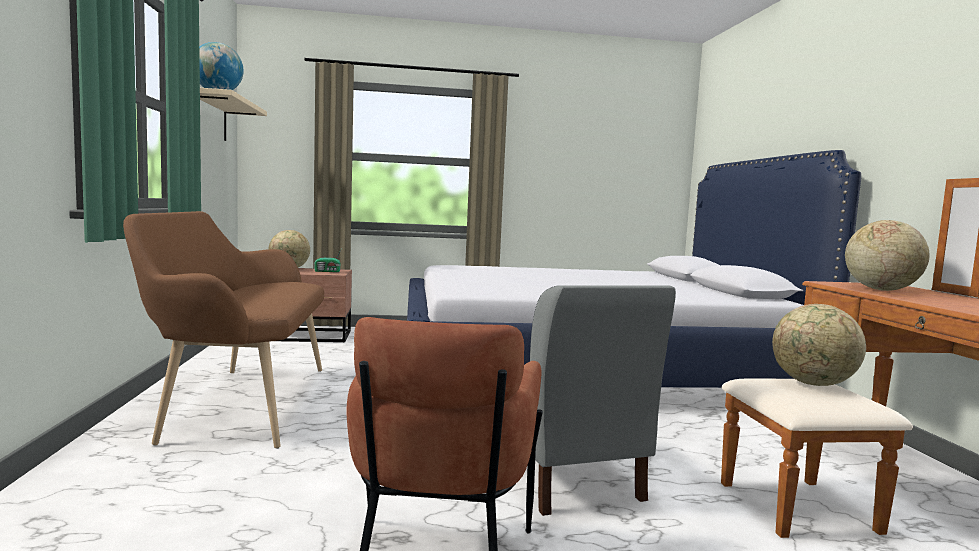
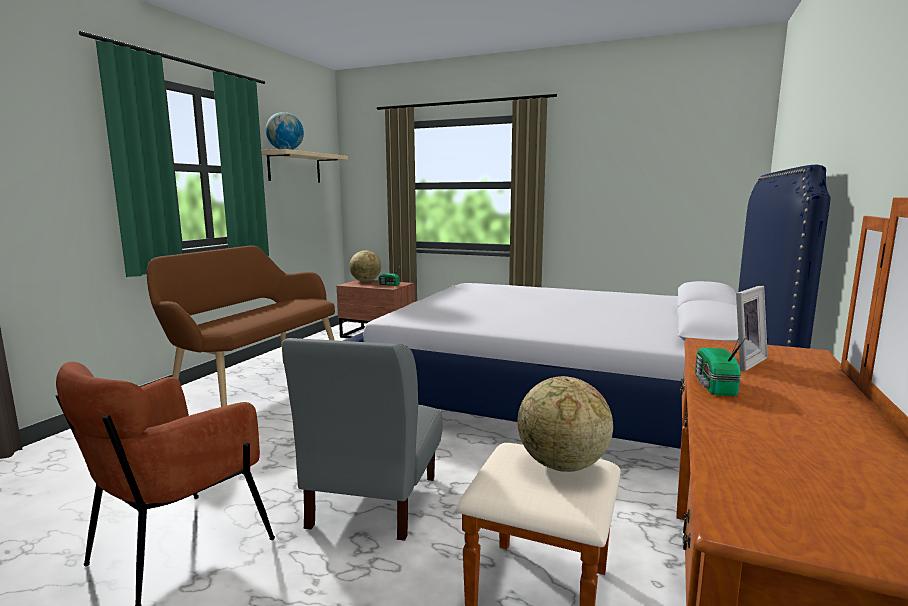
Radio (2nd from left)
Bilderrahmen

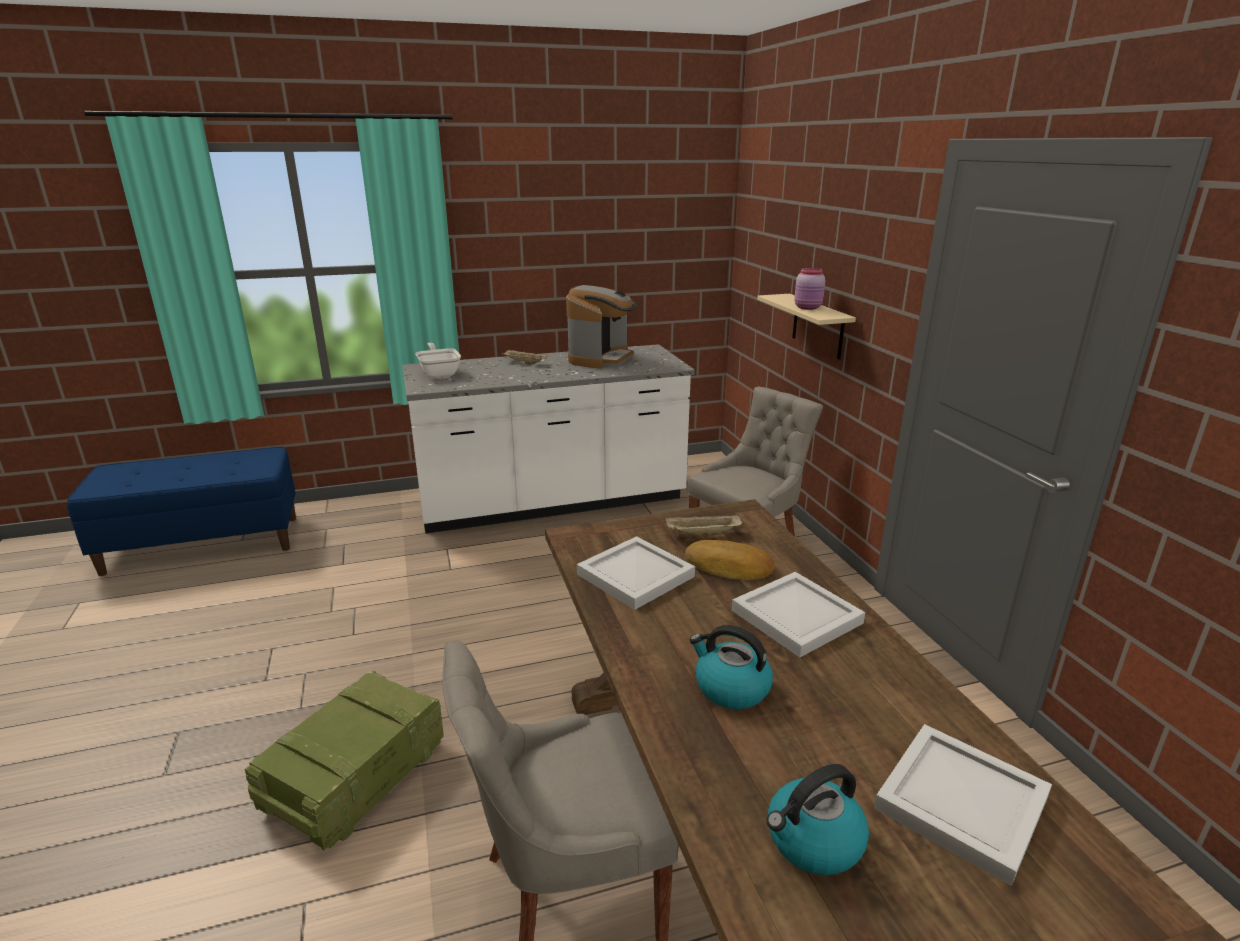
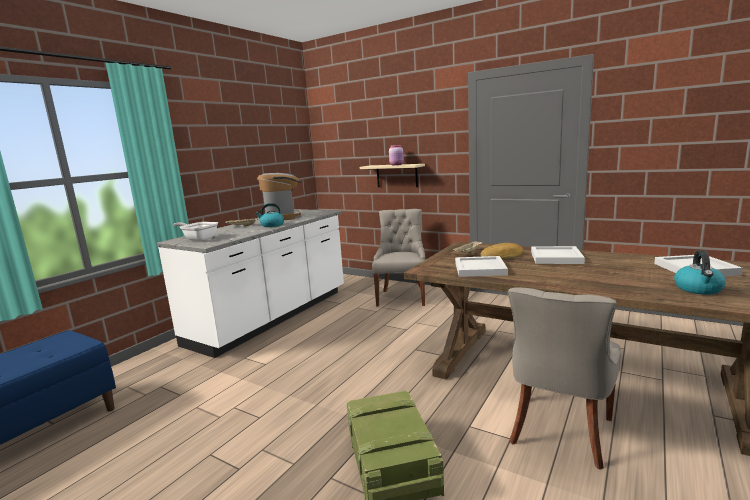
Wasserkessel (1st from left)

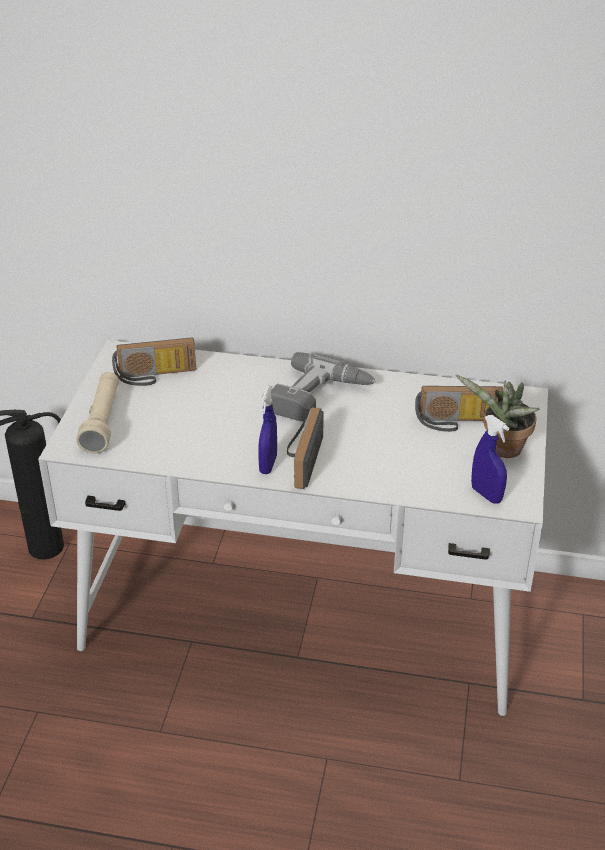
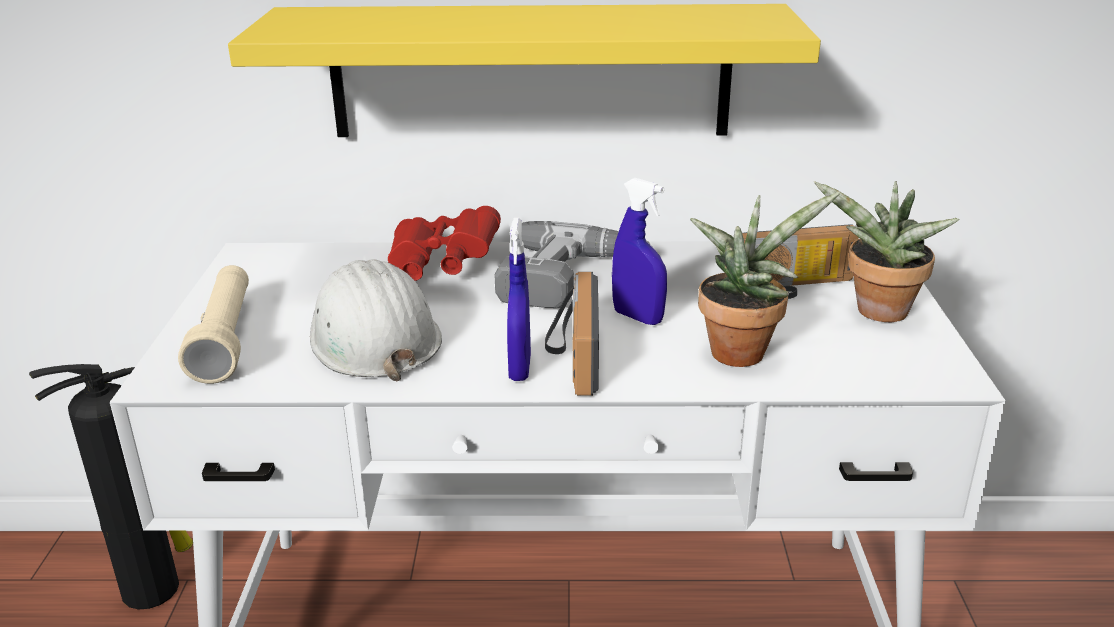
Wandregal/gelb
Schutzhelm/weiß
Fernglas/rot
Sprühflasche/blau (2nd from left)
Topfpflanze (1st from left)
Radio (1st from left in the first image)

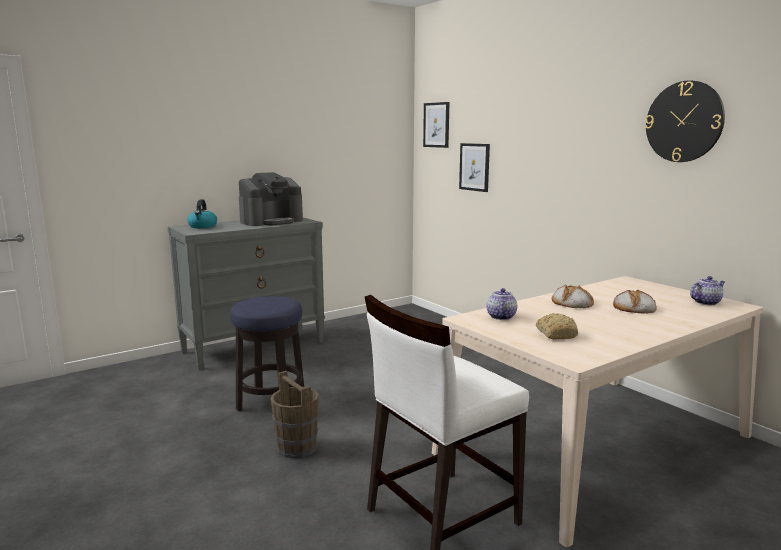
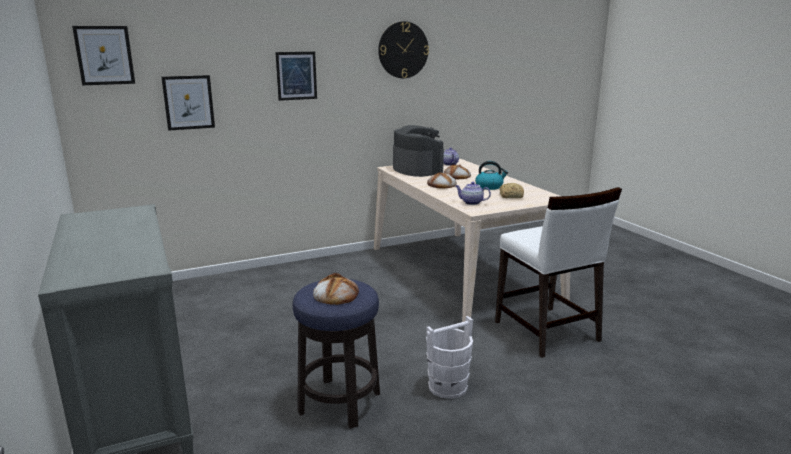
Bild (3rd from left)
Brot (1st from left)
Kaffeemaschine
Eimer/weiß
Wasserkessel

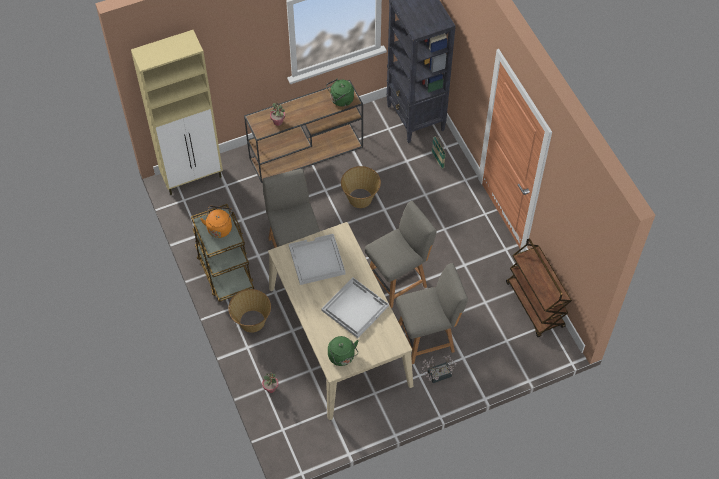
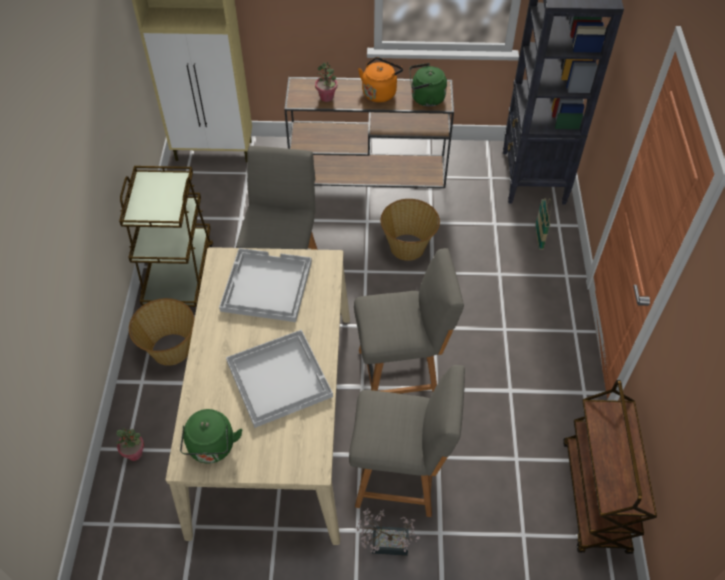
Wasserkessel/orange

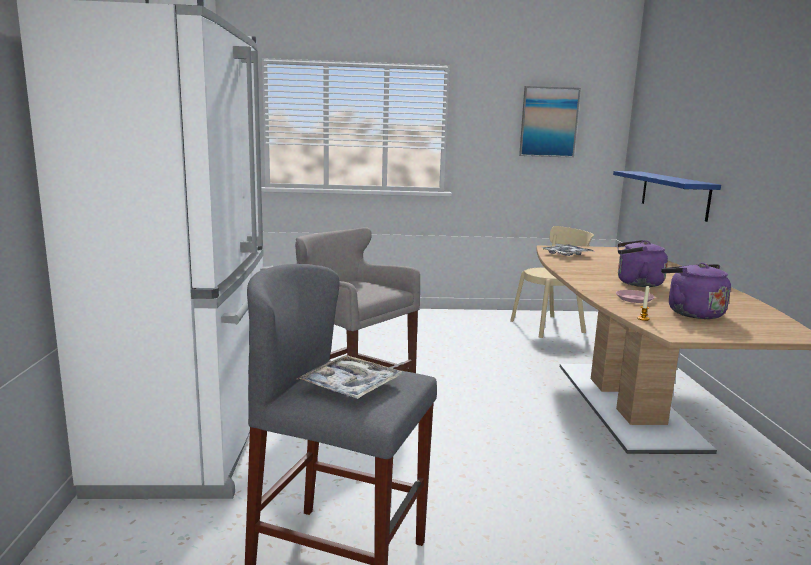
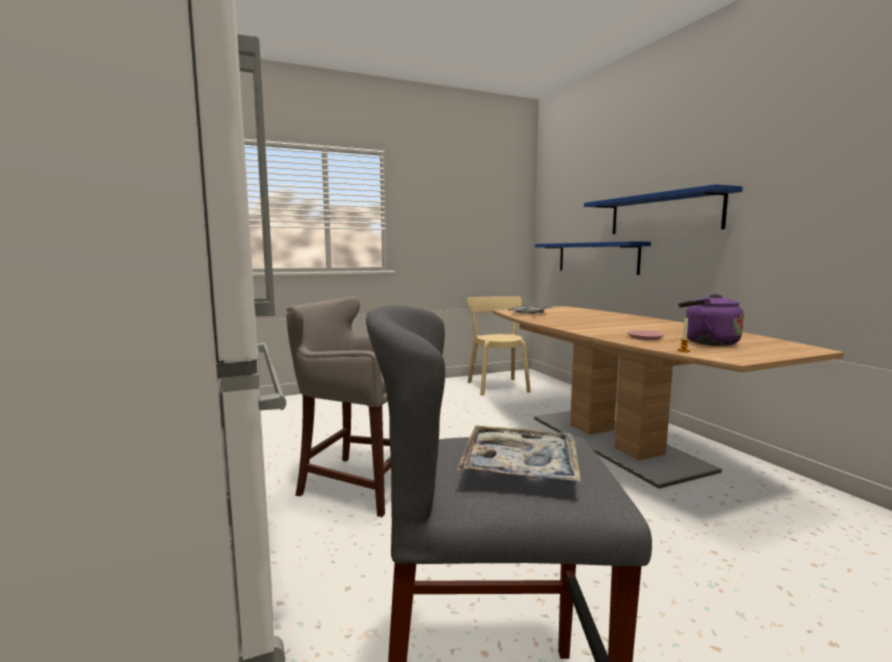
Stuhl/beige
Wandregal/blau (2nd from left)
Bild
Wasserkessel/lila (1st from left in the first image)

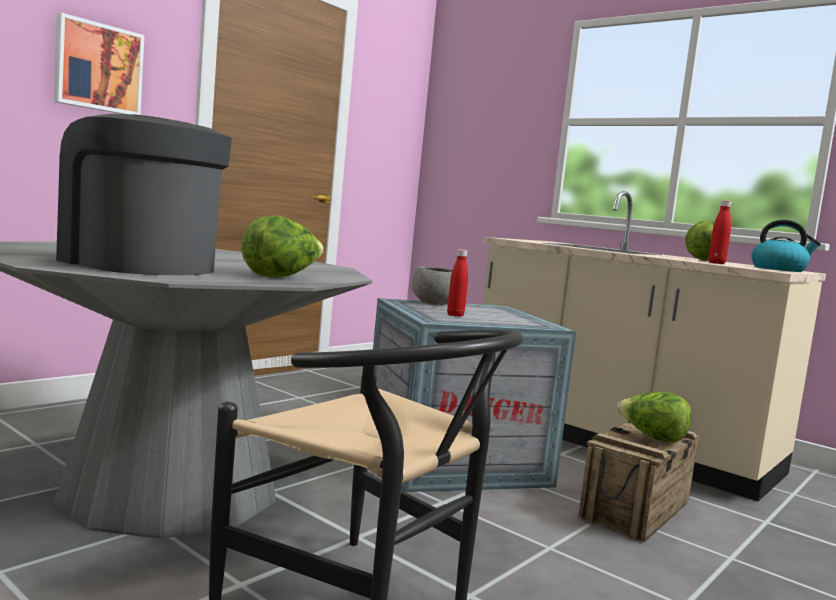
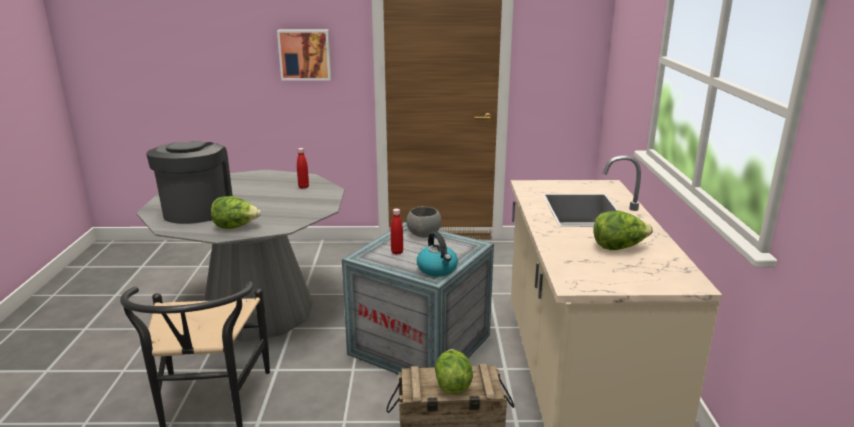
Flasche/rot (1st from left)
Wasserkessel

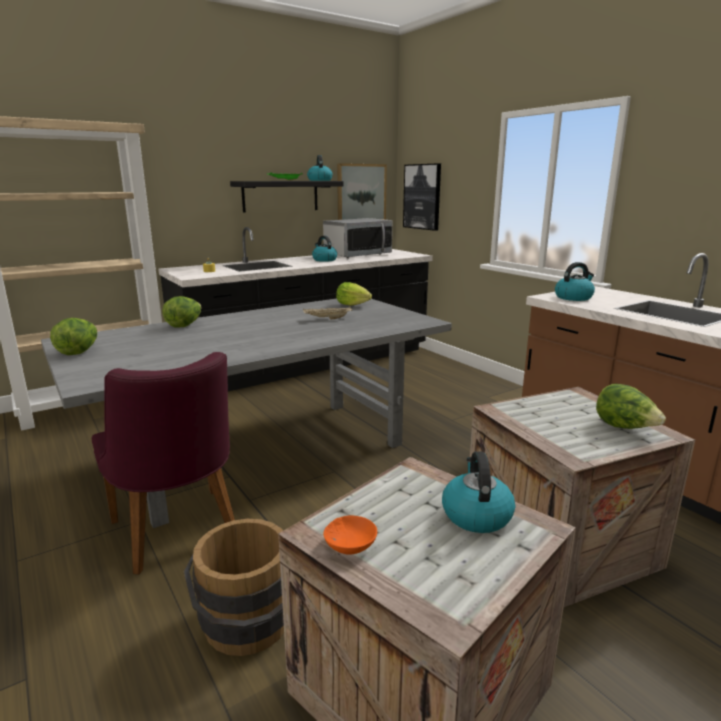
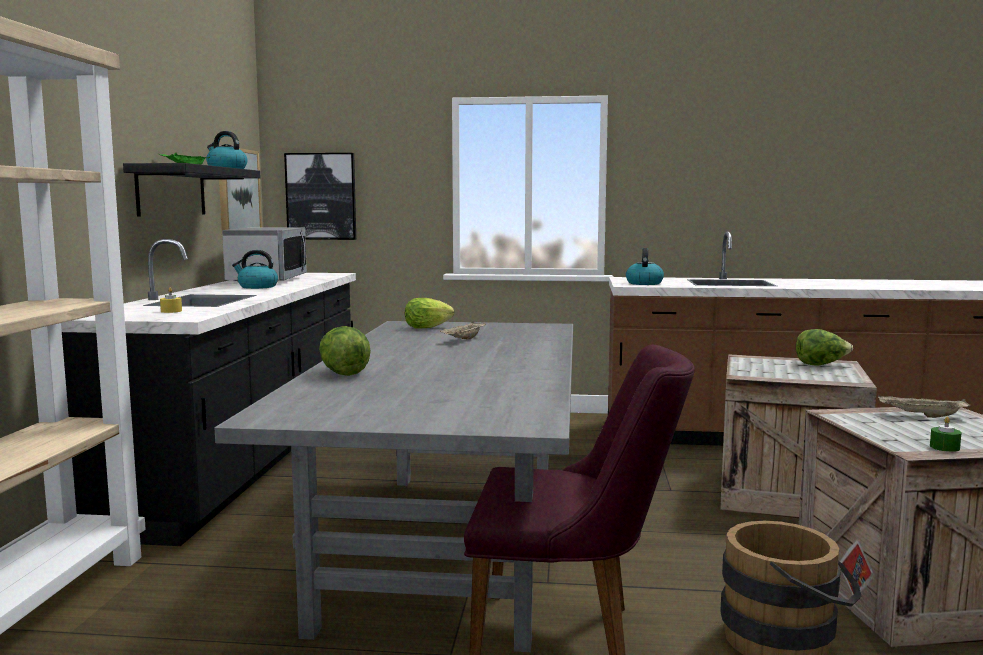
Tablett/beige (2nd from left)
Kerze/grün
Salatkopf (1st from left in the first image)

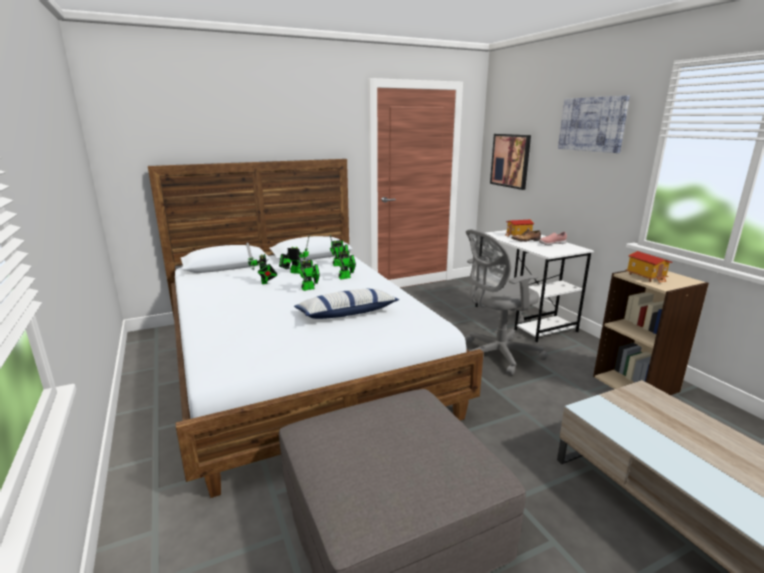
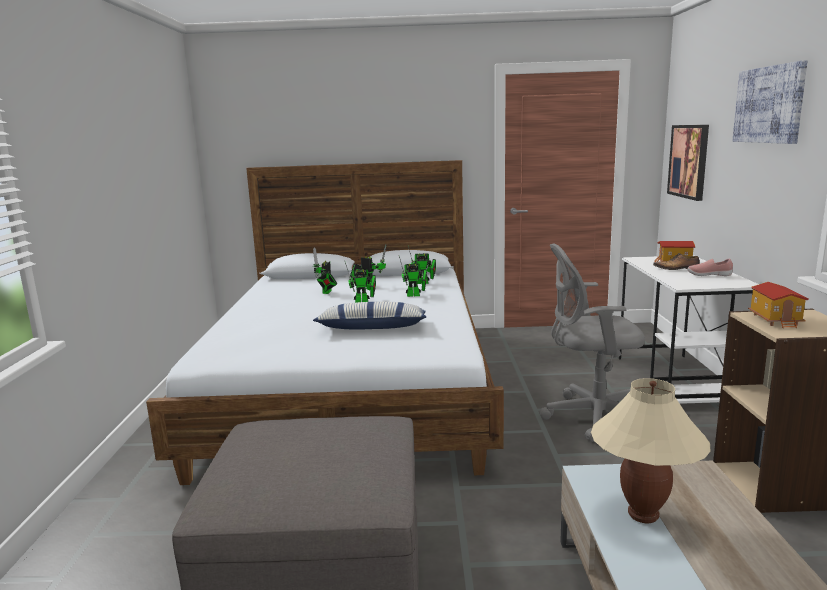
Tischlampe/beige

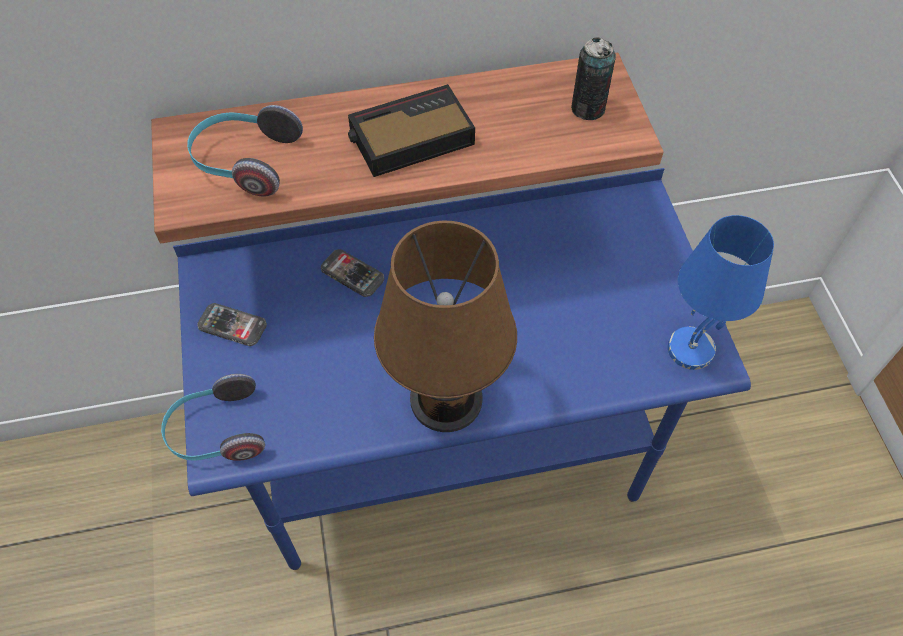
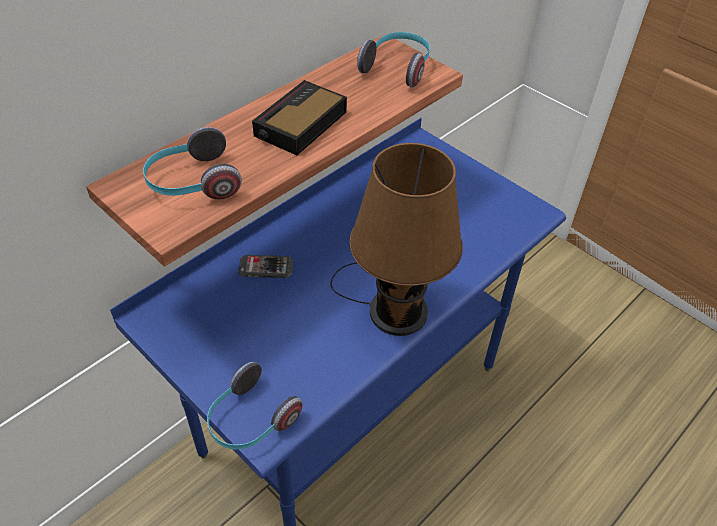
Kopfhörer (3rd from left)
Handy (1st from left in the first image)
Tischlampe/blau

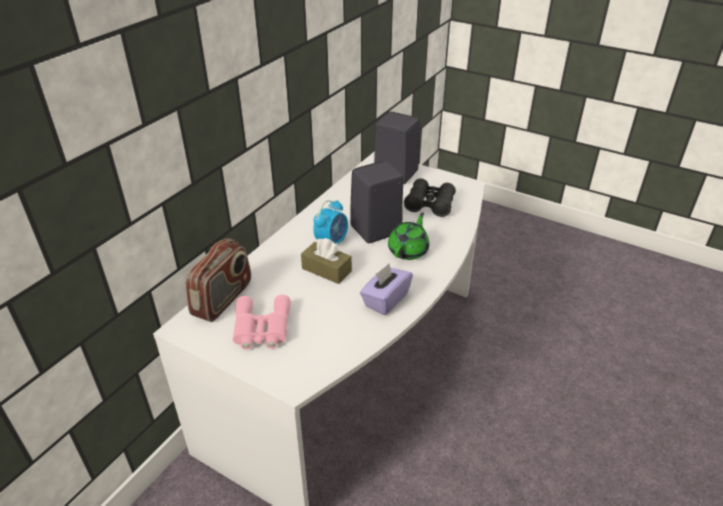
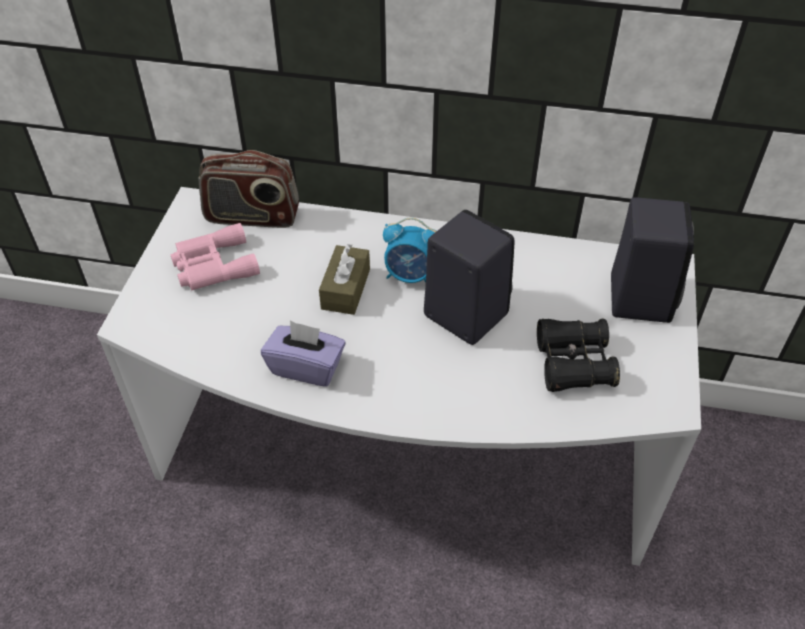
Teekanne/grün

